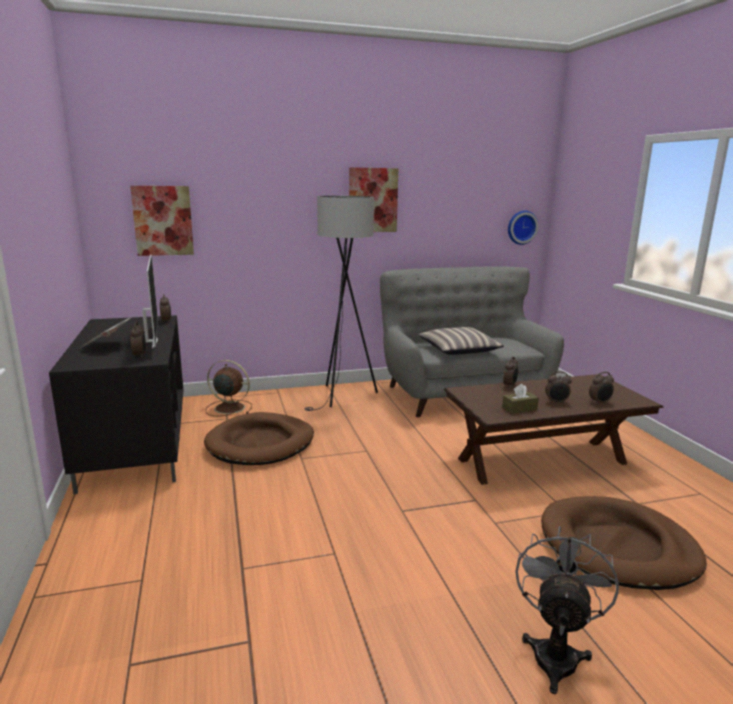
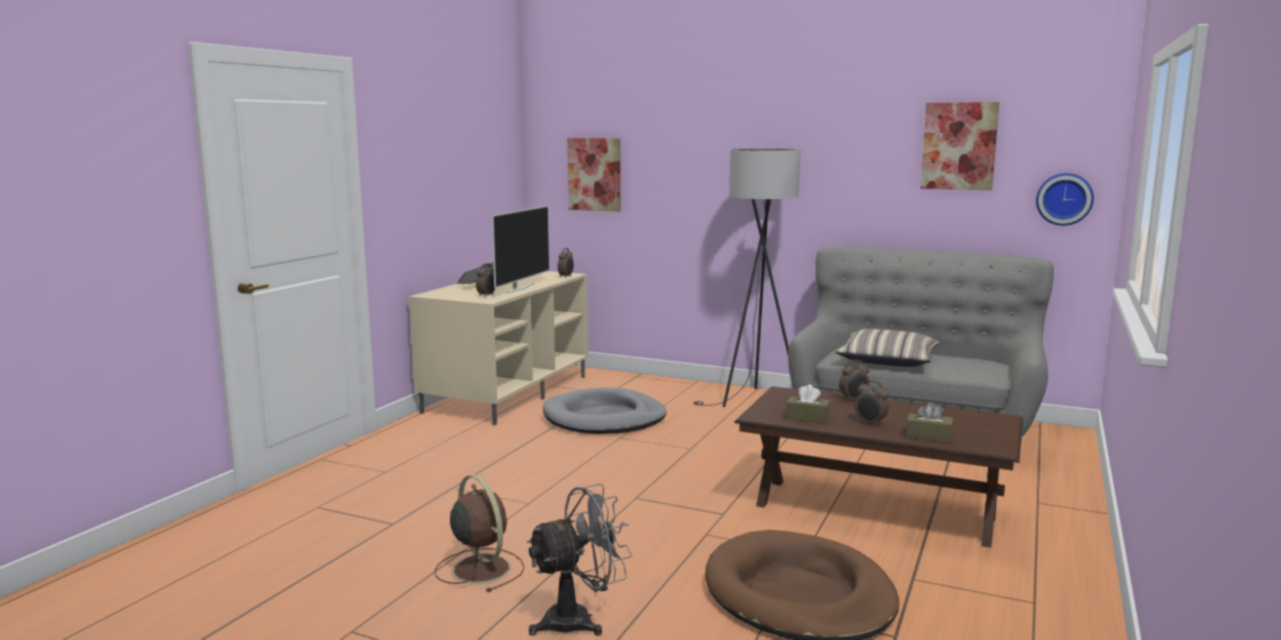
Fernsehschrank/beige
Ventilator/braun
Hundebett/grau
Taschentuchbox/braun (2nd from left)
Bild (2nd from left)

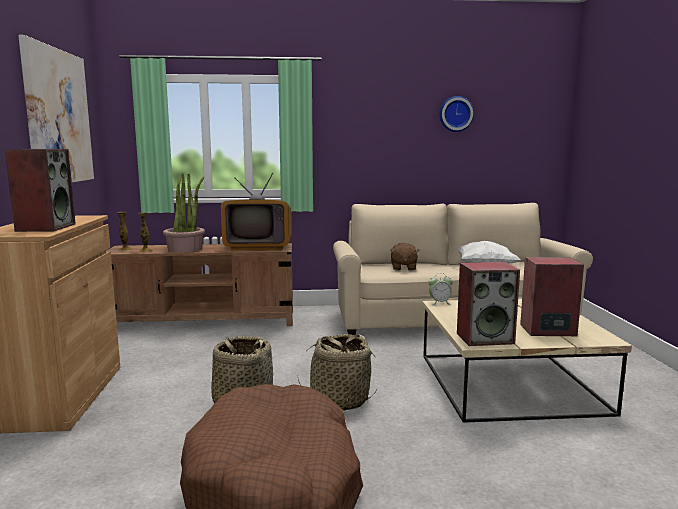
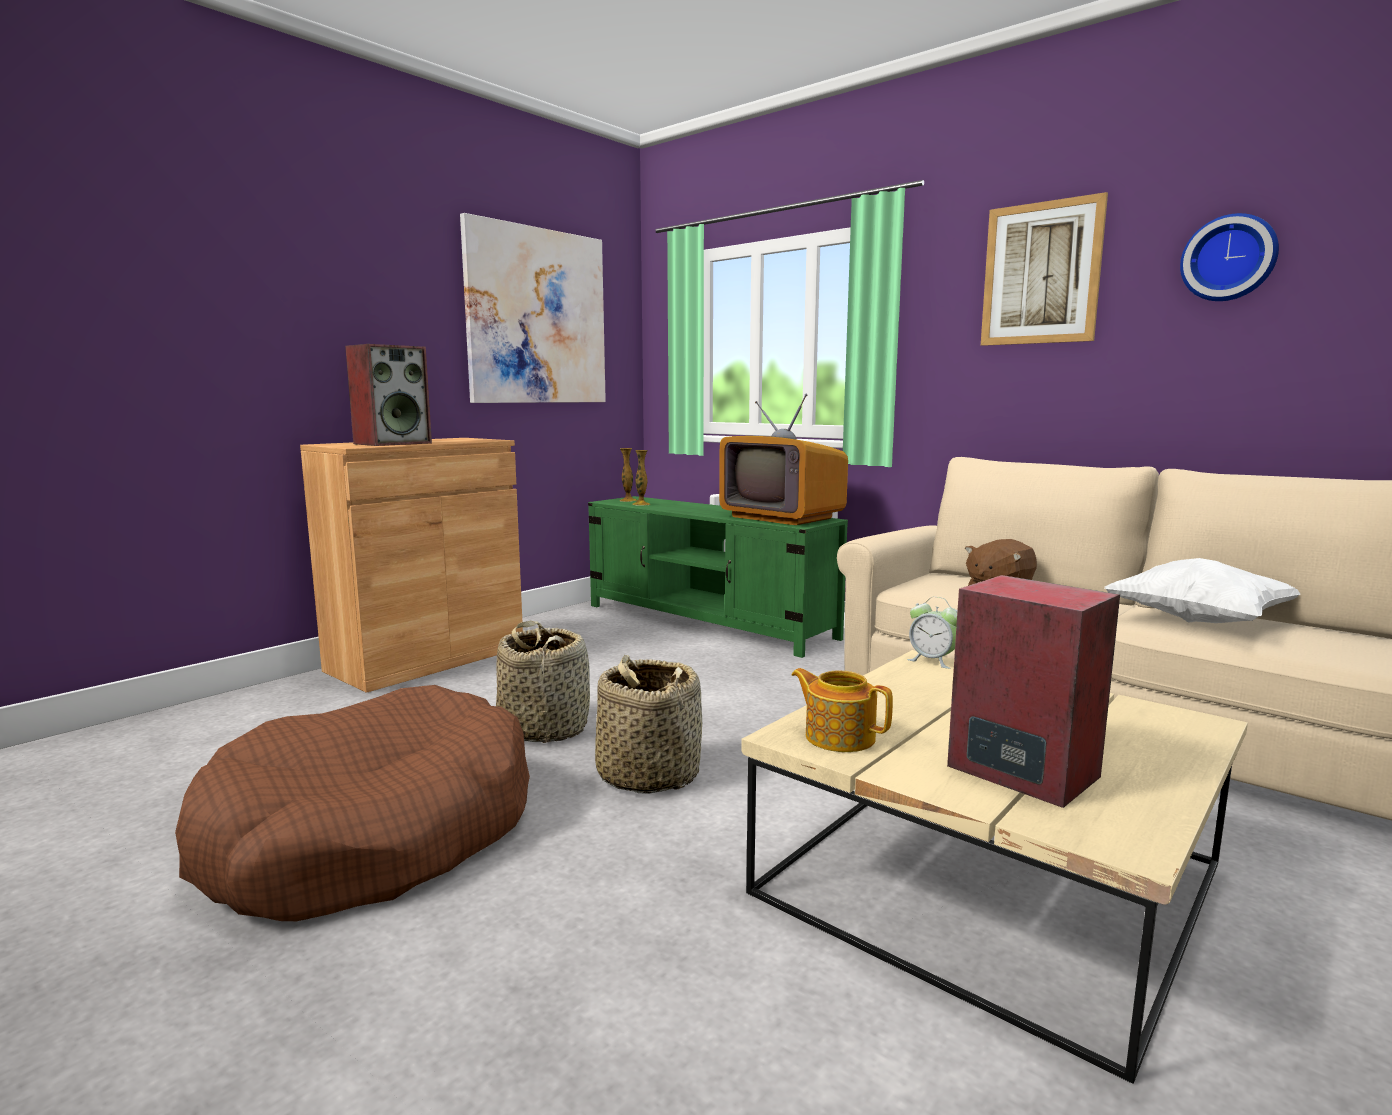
Fernsehschrank/grün
Teekanne
Bild (2nd from left)
Topfpflanze

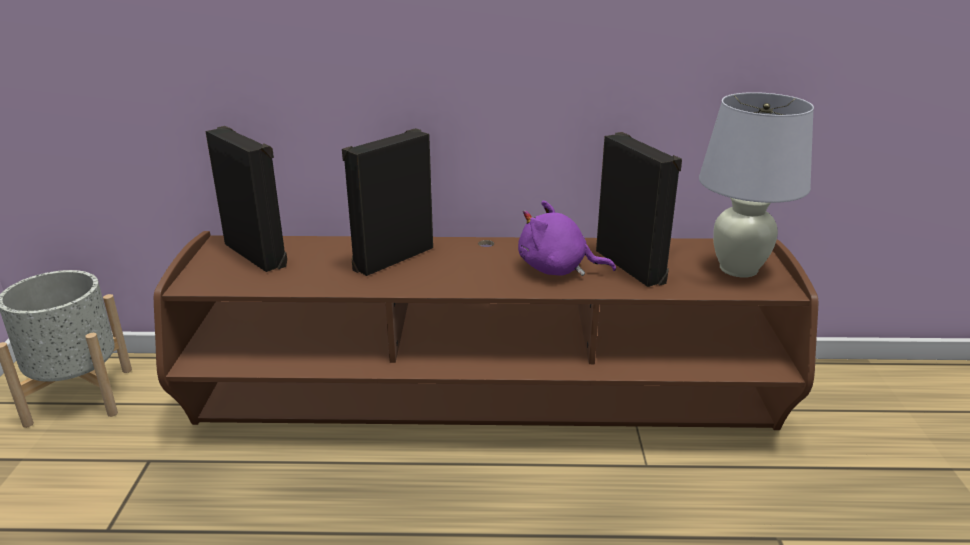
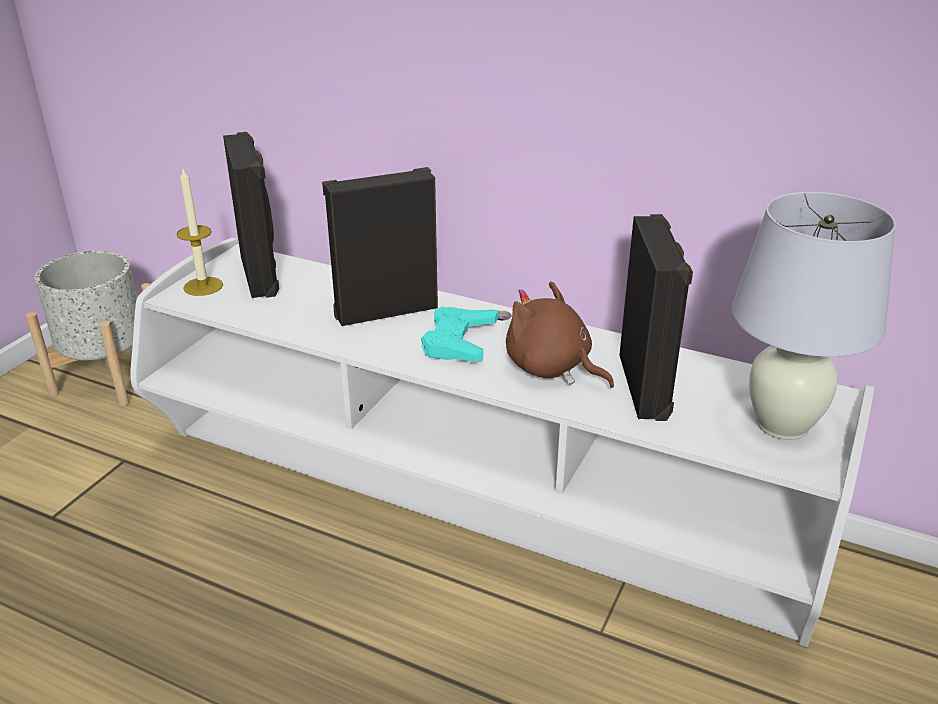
Fernsehschrank/weiß
Kerze
Gamepad/türkis
Plüschtier/braun

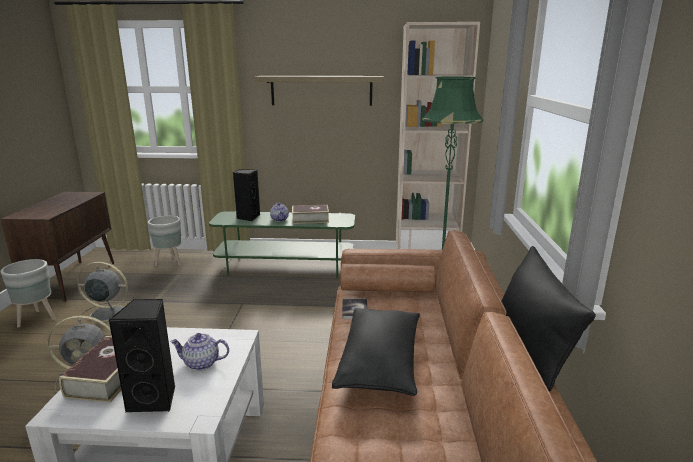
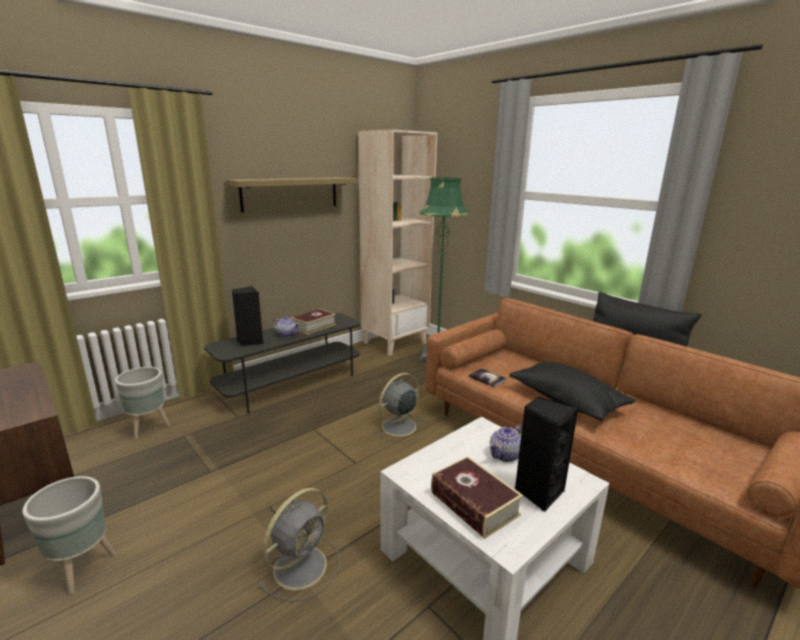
Fernsehschrank/grau
Ventilator/grau (2nd from left)

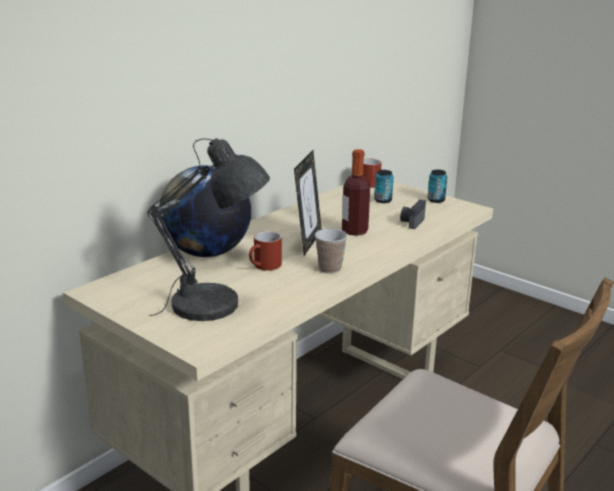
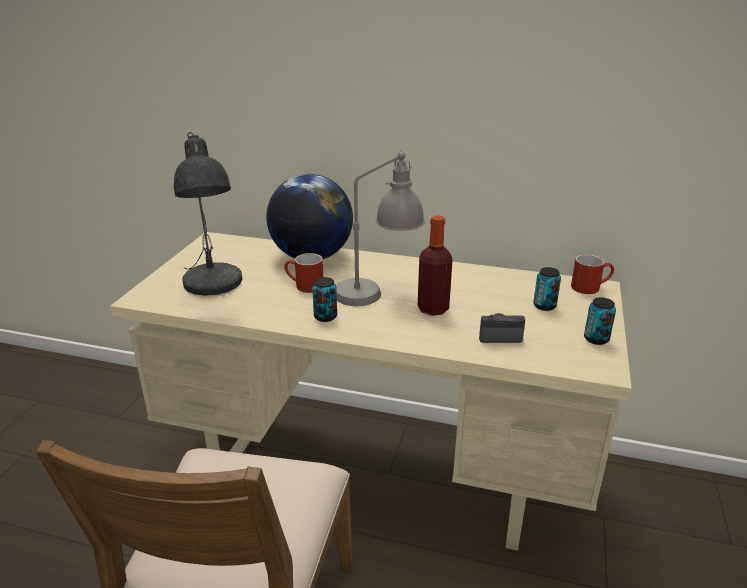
Dose (1st from left)
Tischlampe/grau (2nd from left)

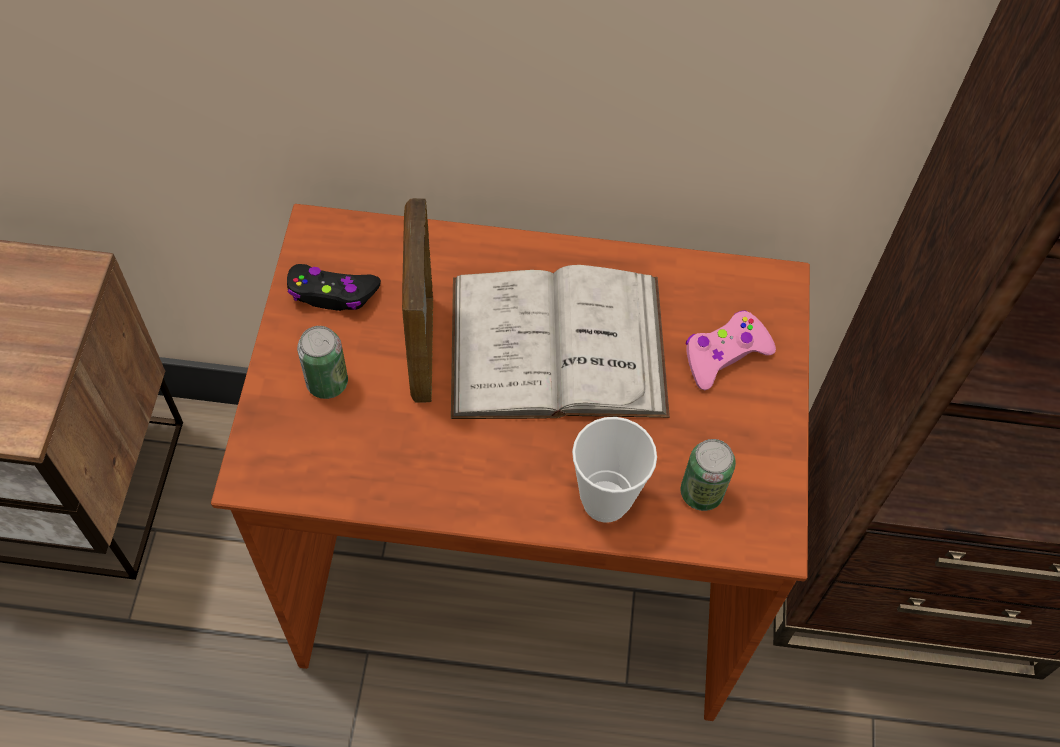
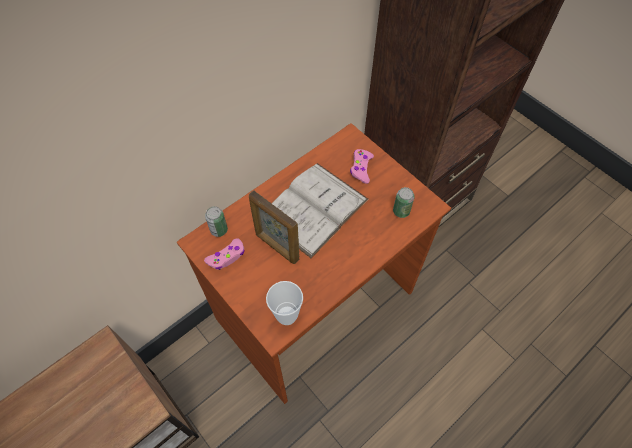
Gamepad/rosa (1st from left)
Dose (1st from left)
Tasse

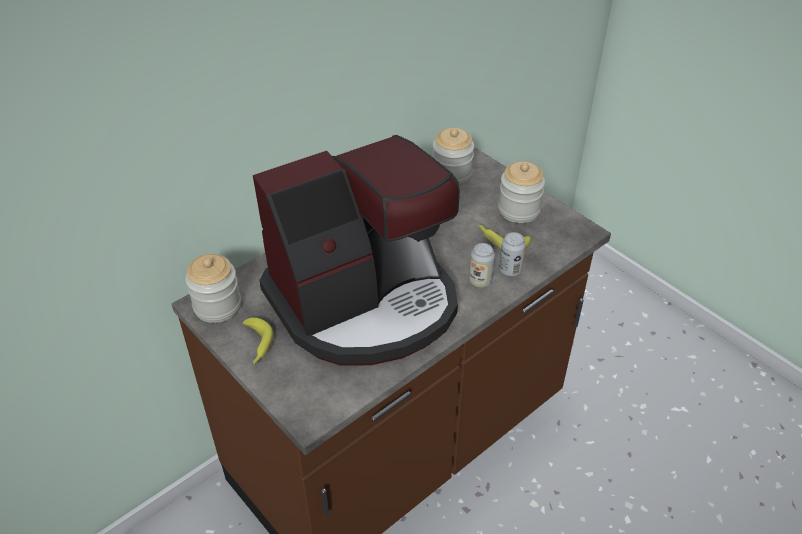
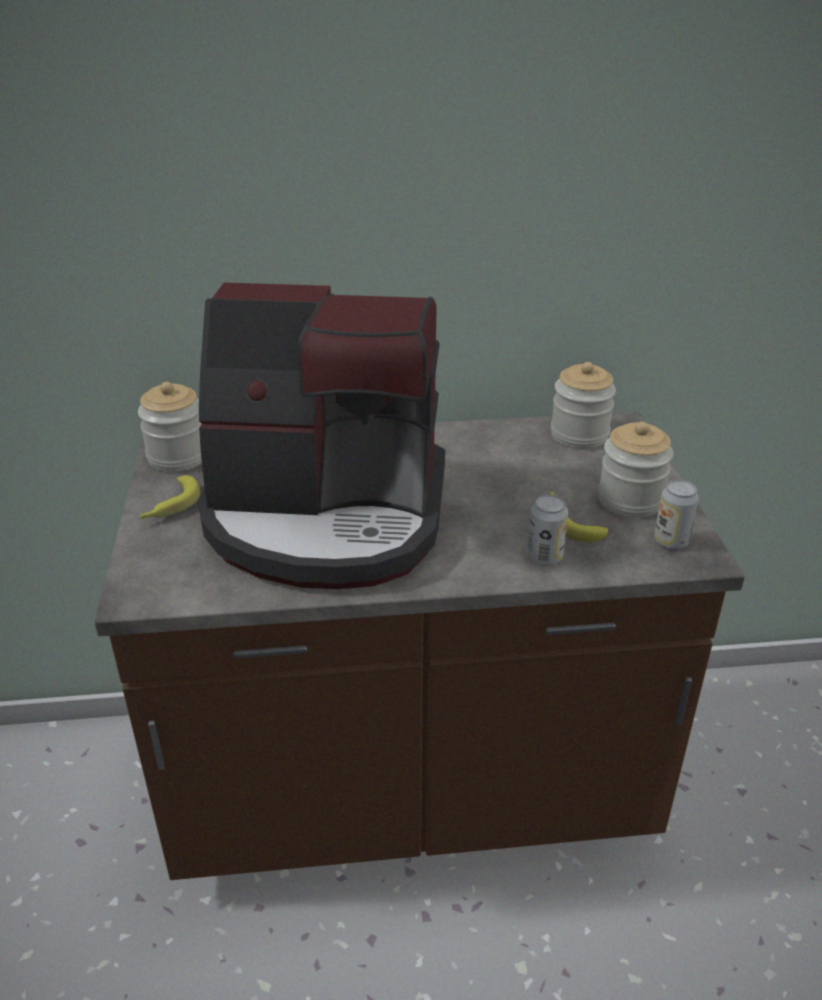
Dose (2nd from left)

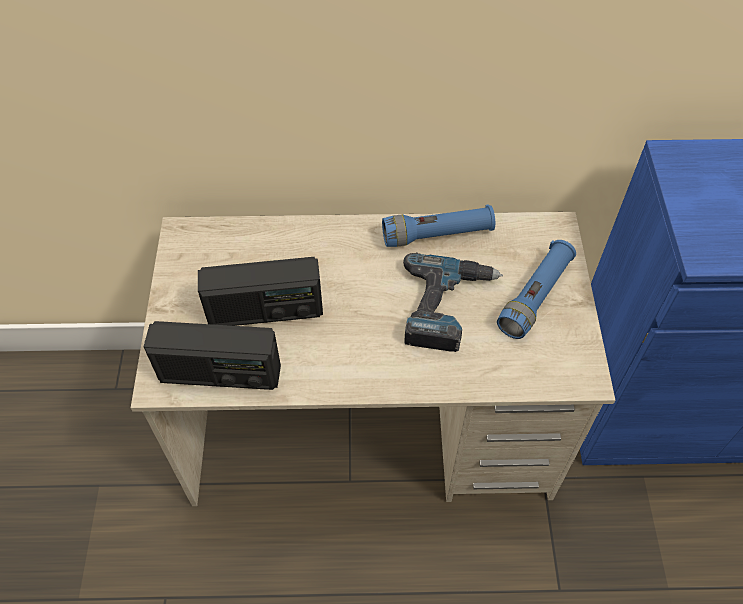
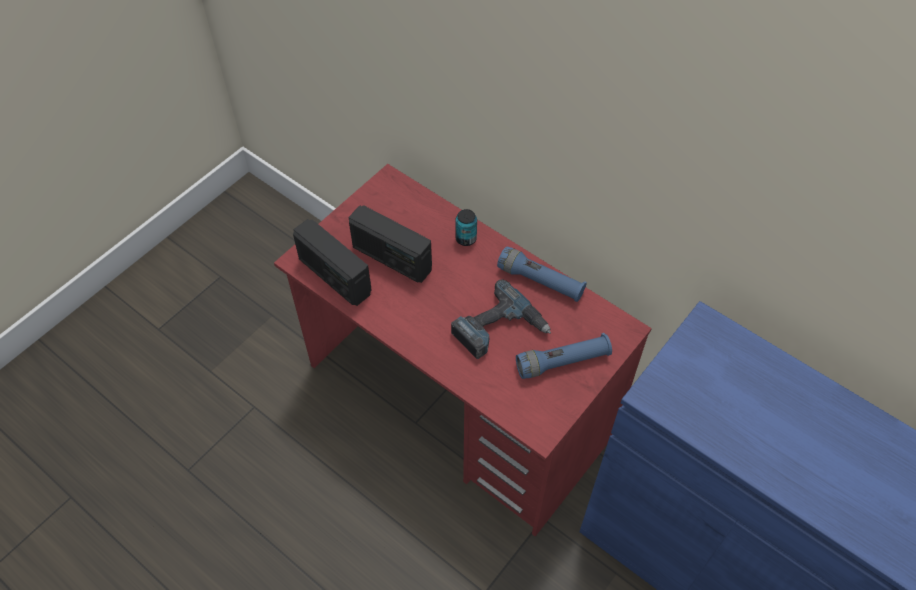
Schreibtisch/rot
Dose

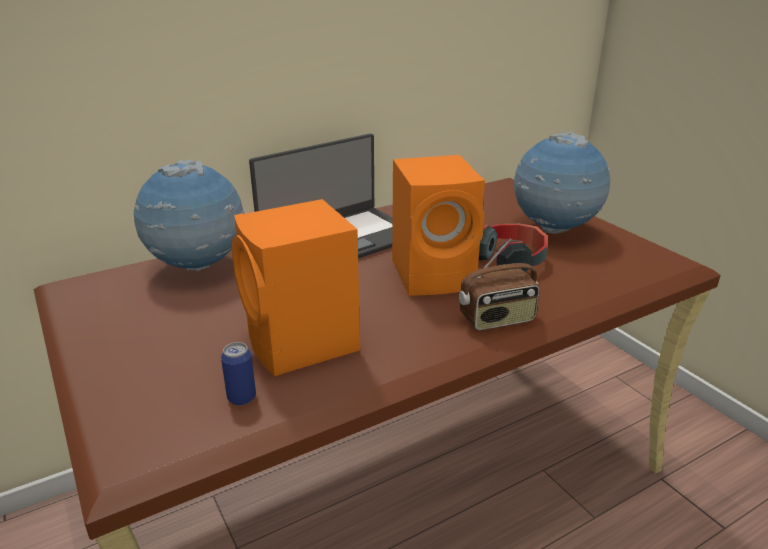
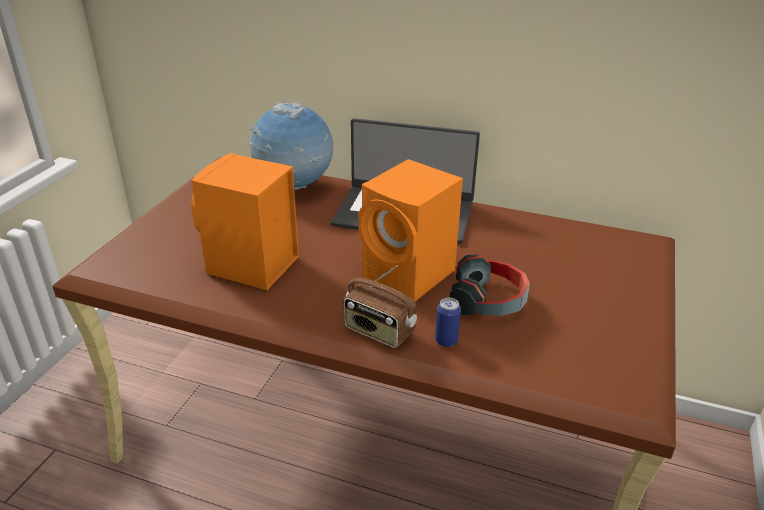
Dose
Globus (2nd from left in the first image)

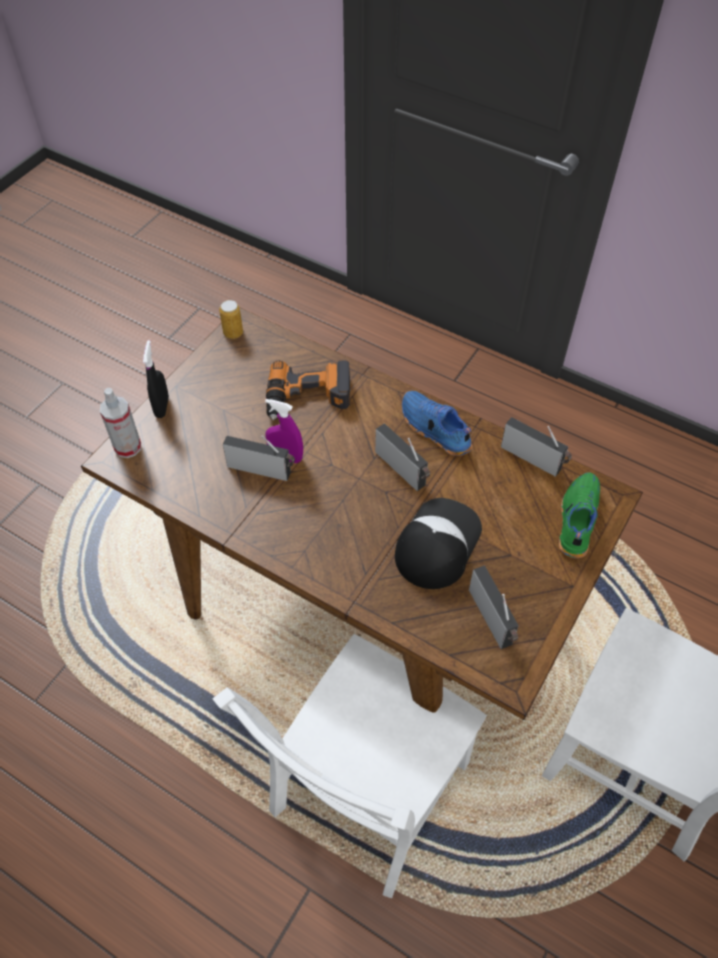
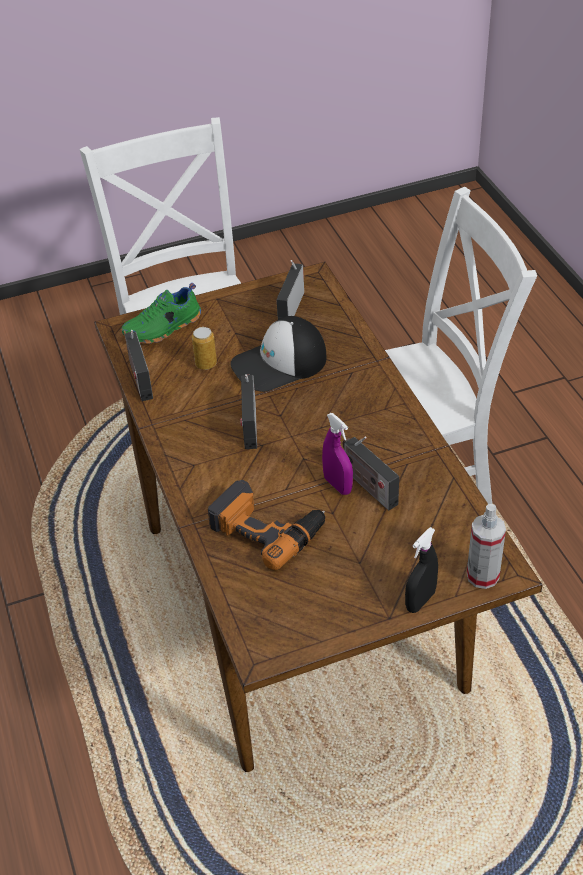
Dose
Schuh/blau

